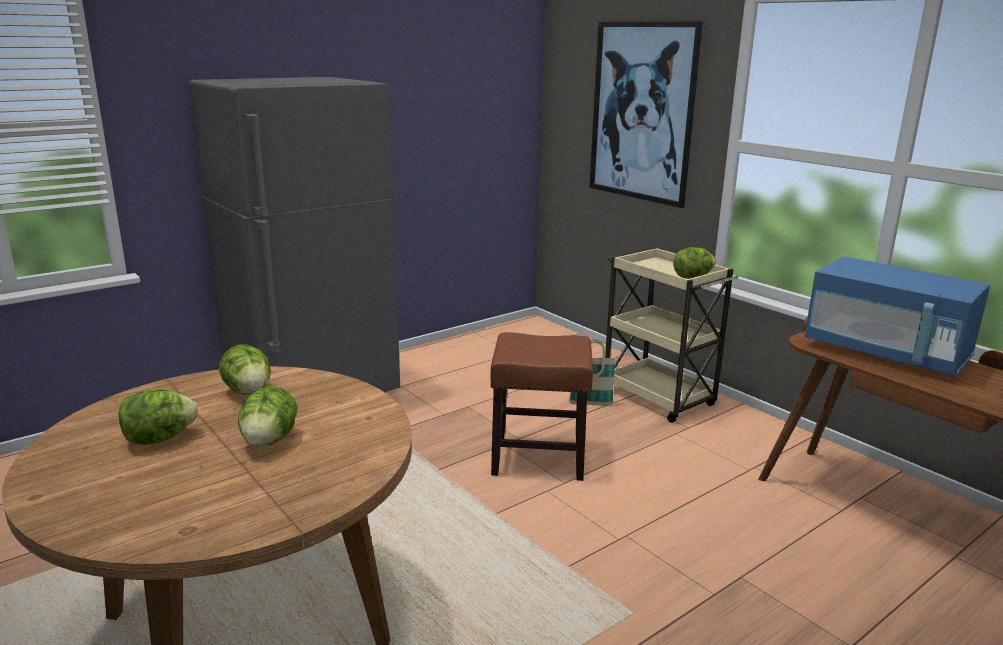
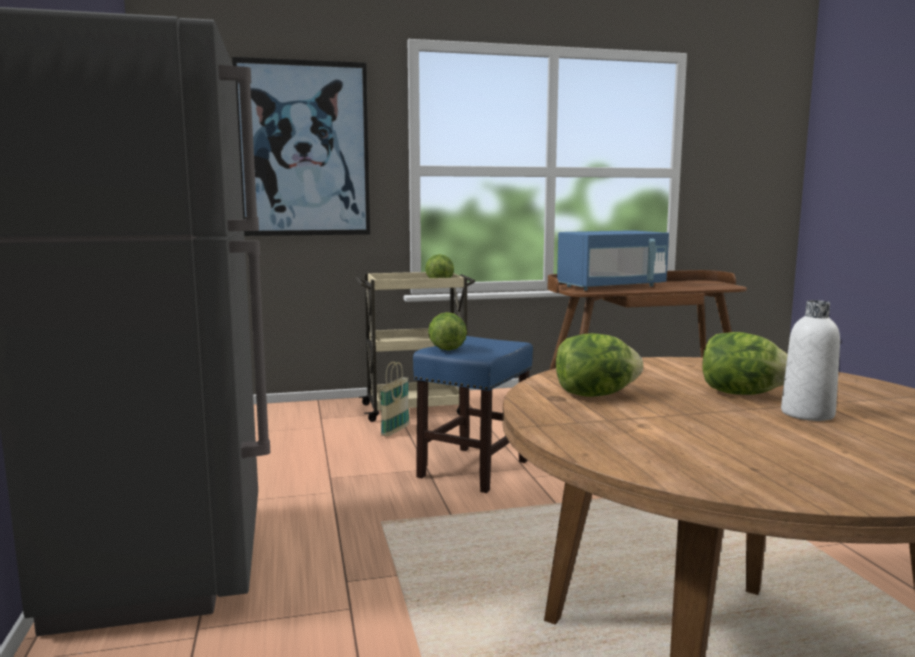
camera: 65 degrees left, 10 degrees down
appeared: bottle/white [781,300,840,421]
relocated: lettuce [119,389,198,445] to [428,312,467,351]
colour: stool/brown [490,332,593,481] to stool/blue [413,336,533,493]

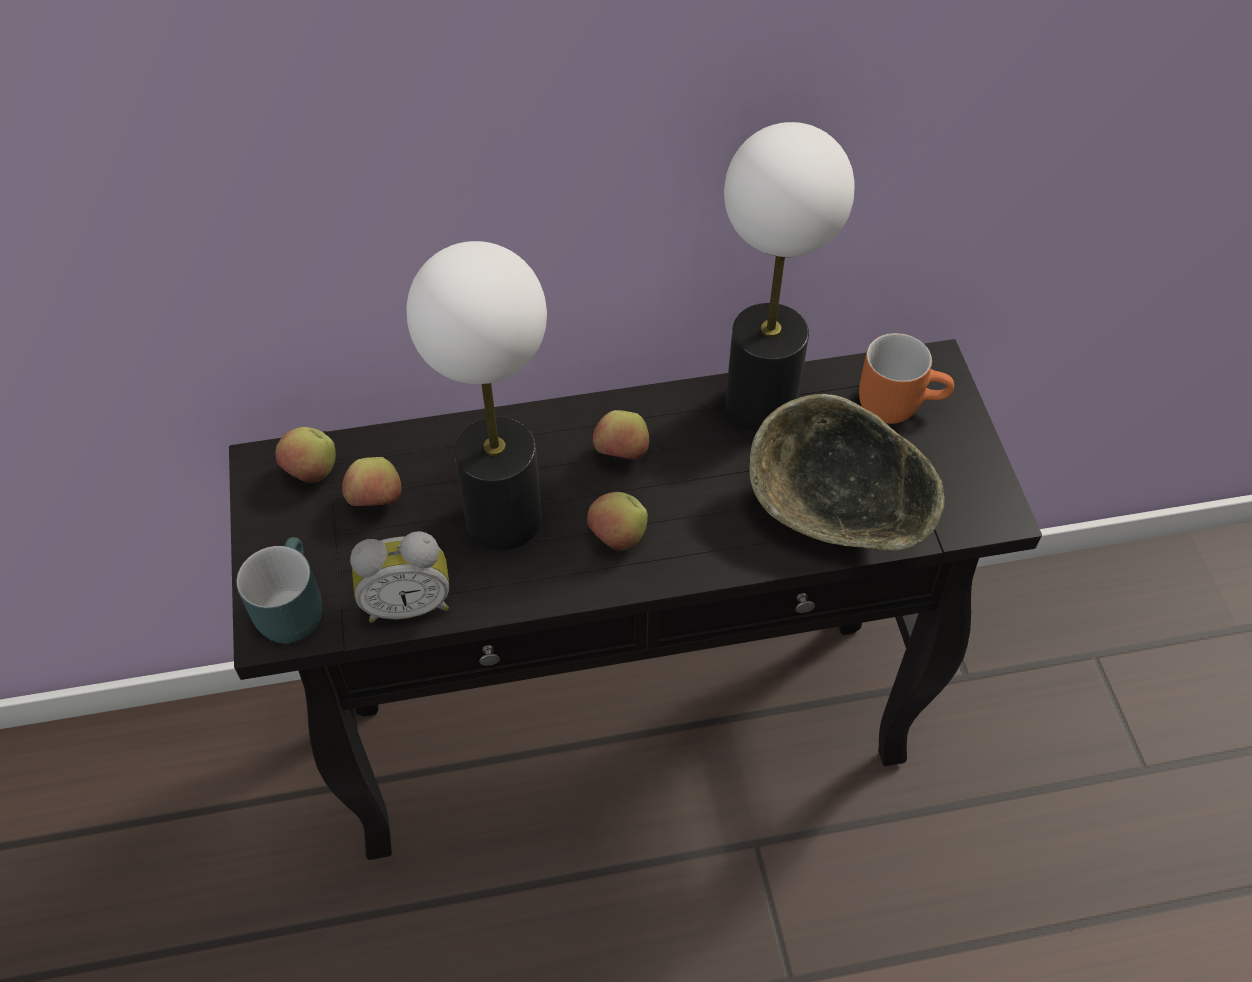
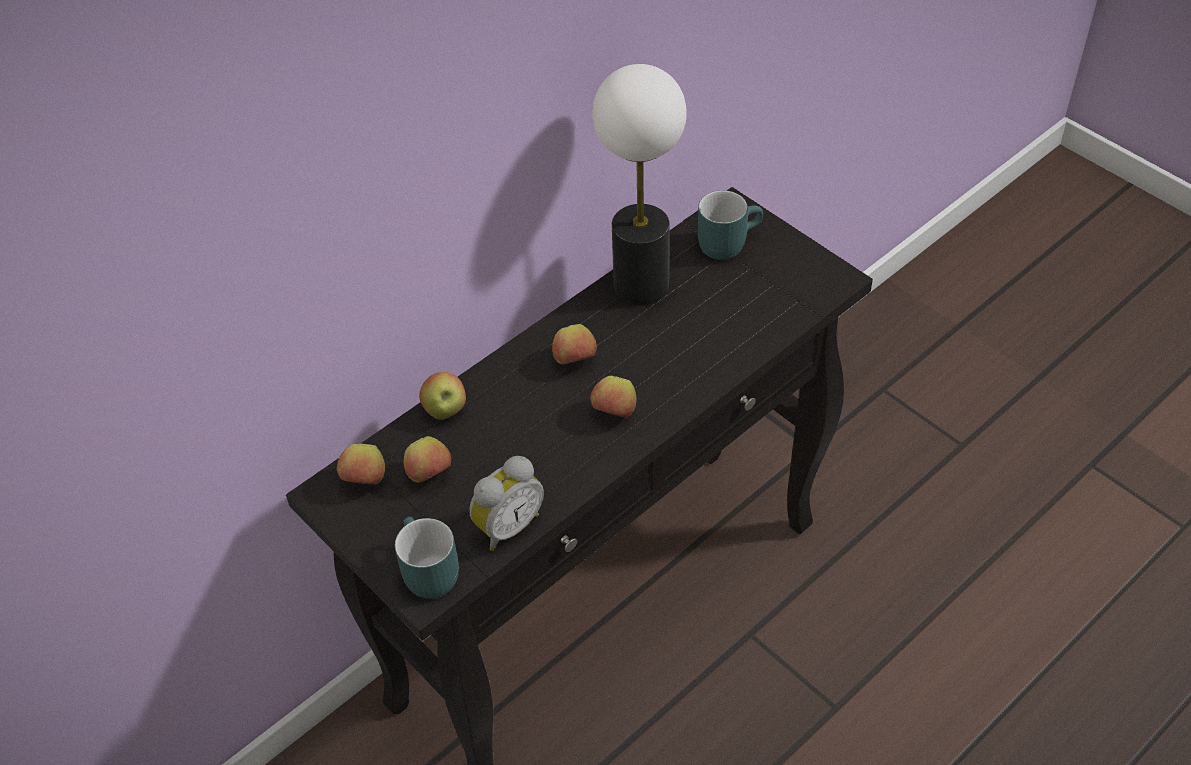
camera: 30 degrees left, 5 degrees down
missing: table lamp [407,241,547,550]; bowl [749,394,945,551]
appeared: apple [419,372,466,420]
colour: mug/orange [859,333,954,424] to mug/turquoise [698,190,763,260]

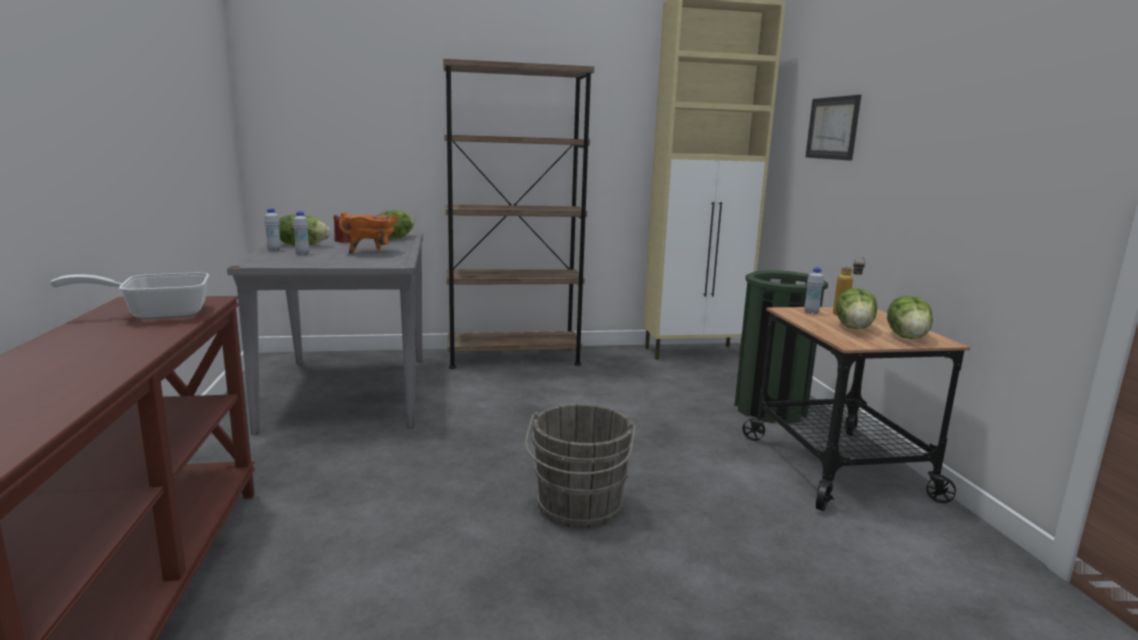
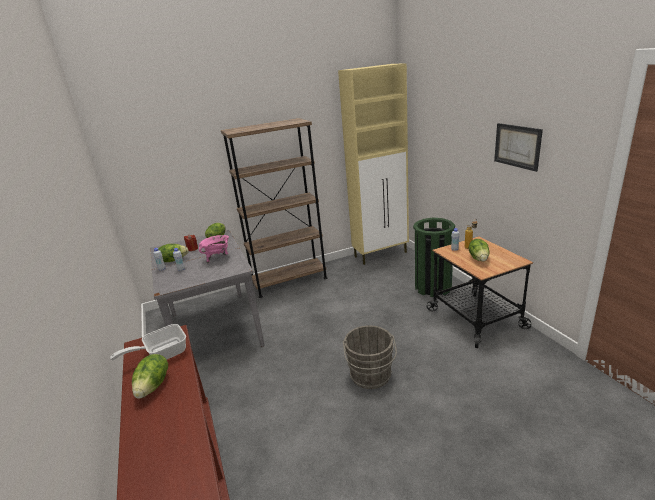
camera: 10 degrees left, 10 degrees up
relocated: lettuce [887,296,933,339] to [132,354,168,399]; picture [805,95,861,161] to [494,123,543,172]
colour: cooking pot/orange [339,212,399,254] to cooking pot/pink [199,235,229,264]

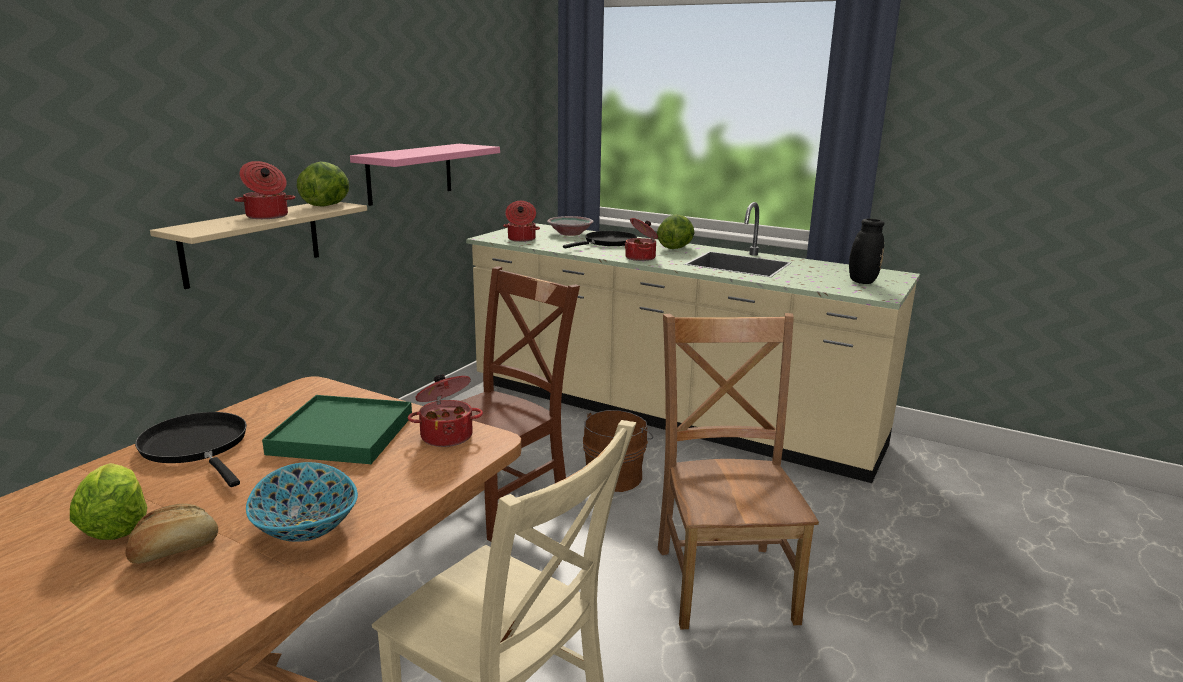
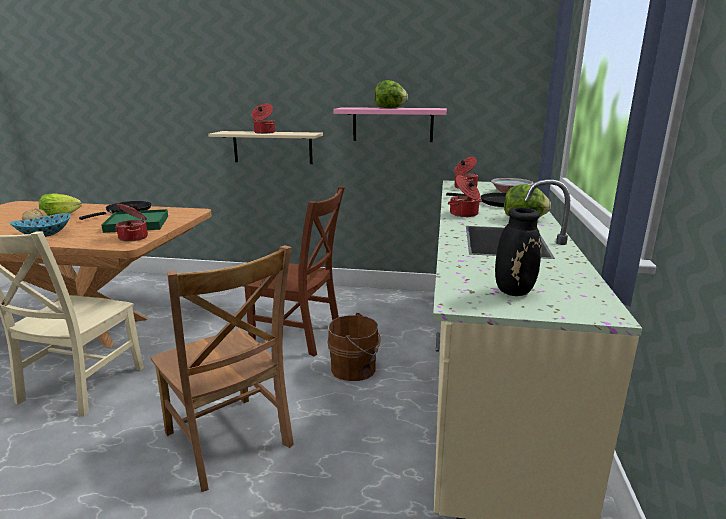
camera: 70 degrees right, 0 degrees up
relocated: lettuce [297,161,349,207] to [375,80,408,108]
spun: chair/brown [658,313,819,629] = [150,245,294,492] 75 degrees clockwise

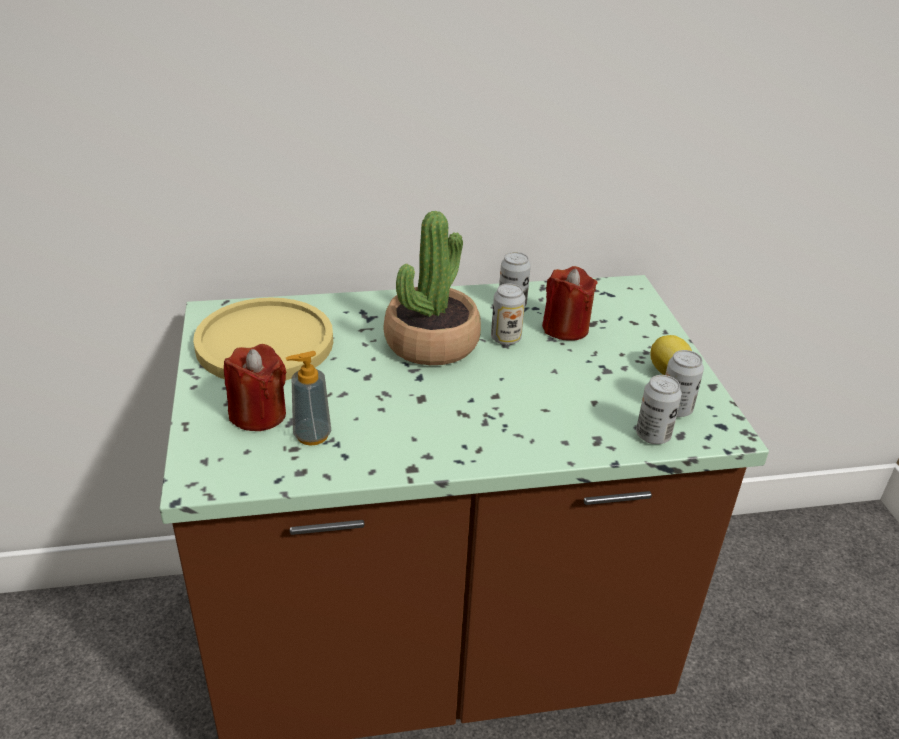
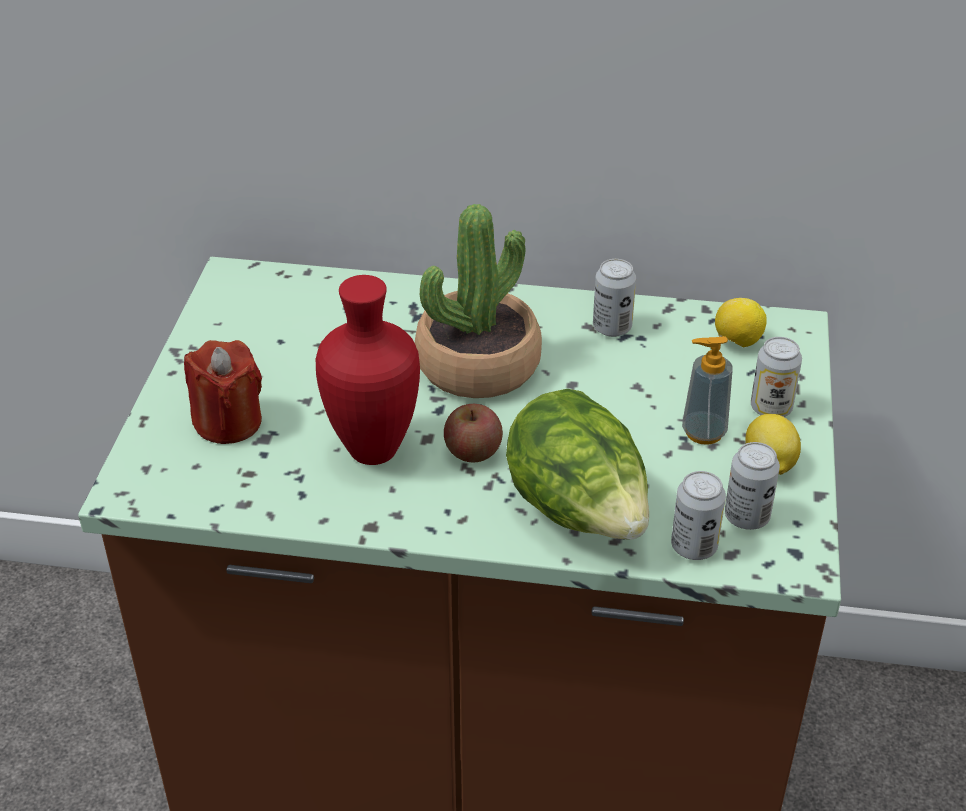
camera: 20 degrees right, 5 degrees up
missing: plate/yellow [193,297,333,380]; candle/red [542,266,598,341]
appeared: vase/red [316,275,420,465]; apple [444,404,503,462]; lettuce [506,389,649,540]; lemon [715,298,767,348]
relocated: soap dispenser [286,351,331,446] to [682,336,733,445]; can [491,283,525,345] to [751,337,802,417]

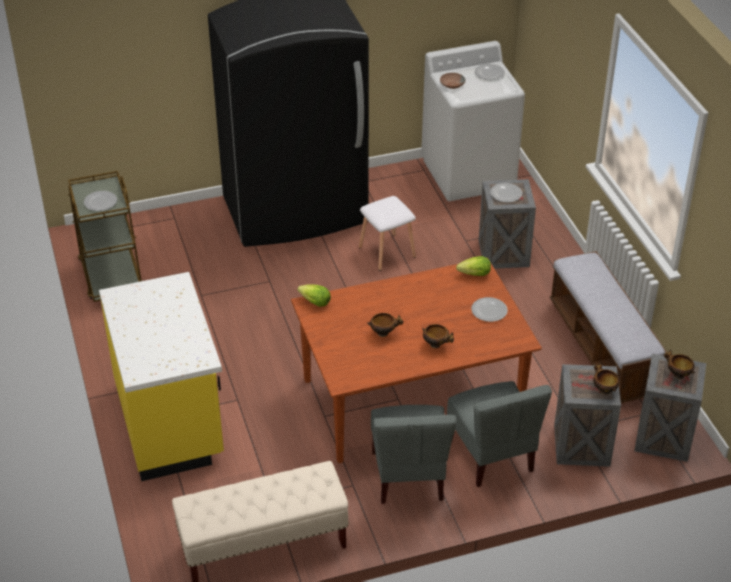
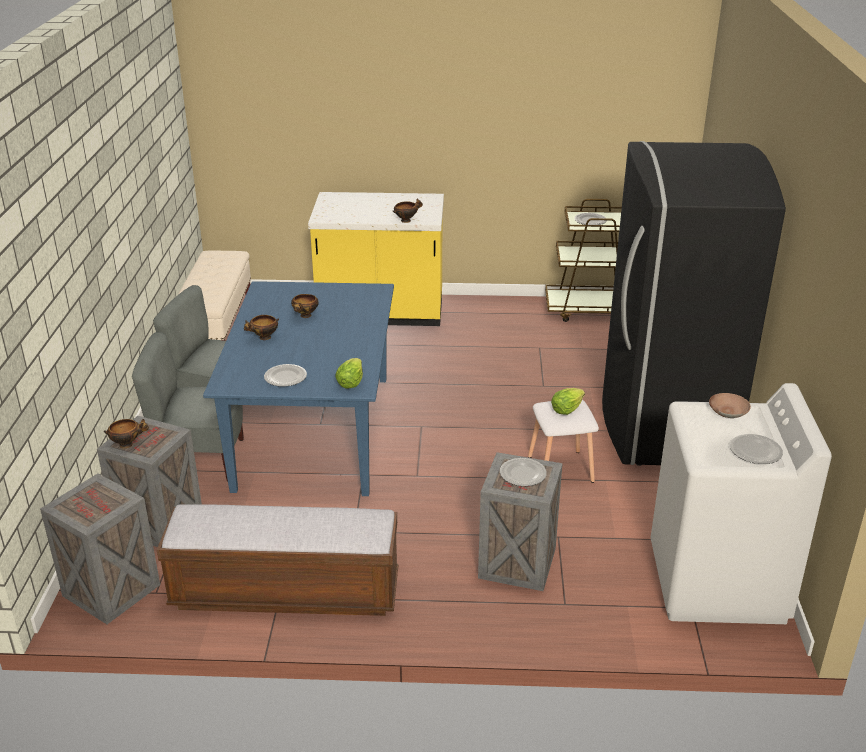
camera: 110 degrees right, 10 degrees down
relocated: bowl [664,350,695,379] to [393,198,423,223]; lettuce [297,284,331,307] to [551,388,585,415]
colour: dining table/brown [291,262,542,463] to dining table/blue [203,281,394,496]

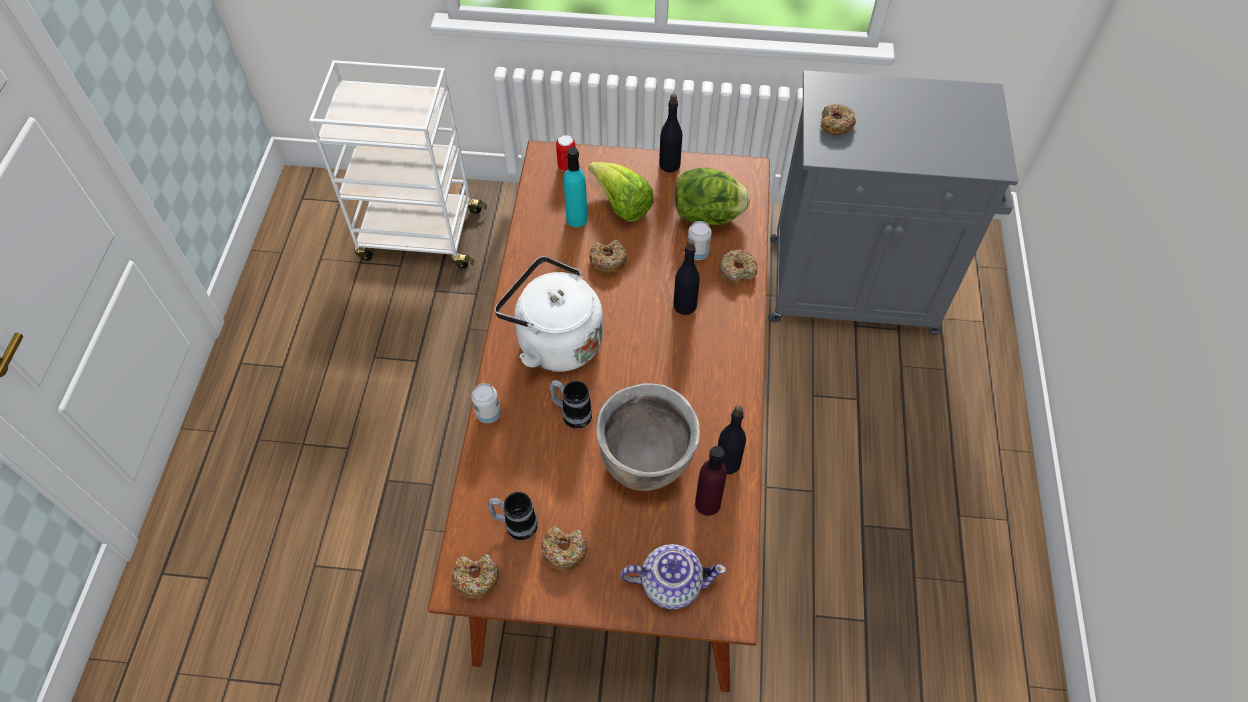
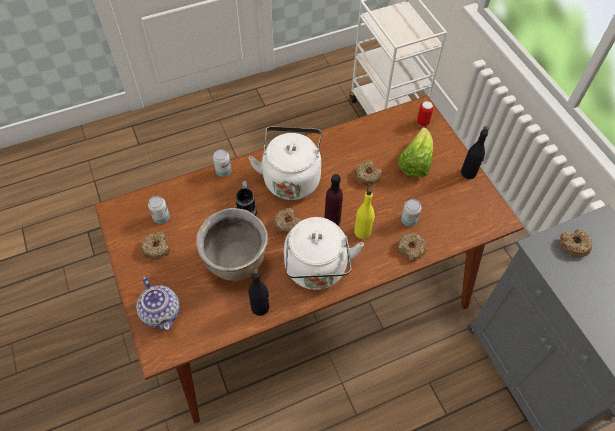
camera: 60 degrees right, 0 degrees up
missing: bottle/turquoise [564,147,588,227]; lettuce [675,167,750,225]
appeared: kettle/white [284,217,364,290]
relocated: donut [452,554,499,599] to [273,208,301,235]; bottle/purple [695,446,727,516] to [325,174,343,225]
exchanged: mug [488,492,538,540] to can [148,196,170,224]
colour: bottle/black [673,239,700,315] to bottle/yellow [354,188,375,239]

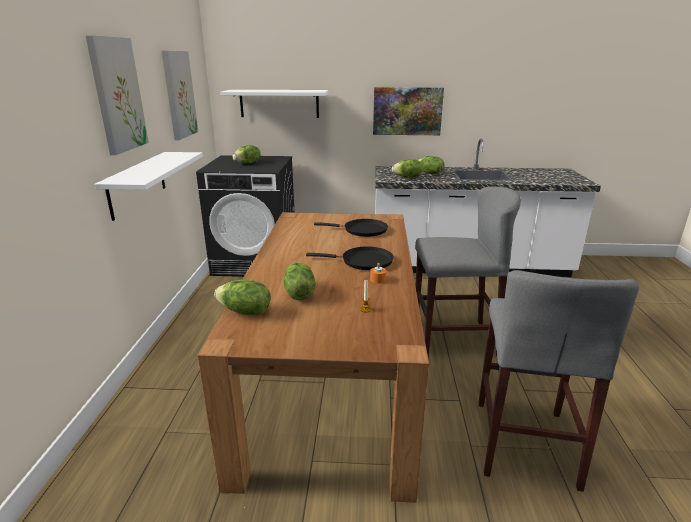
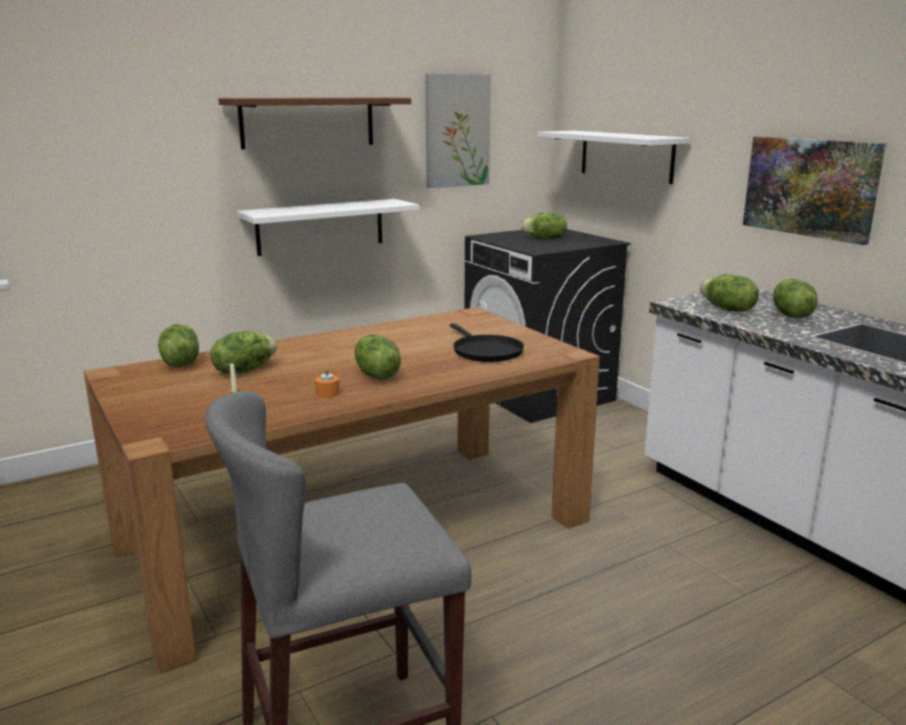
camera: 55 degrees right, 5 degrees down
missing: stool/grey [415,187,521,357]
exchanged: picture [85,35,149,155] to shelf/brown [218,97,411,149]; frying pan/black [306,246,394,270] to lettuce [355,334,401,379]

